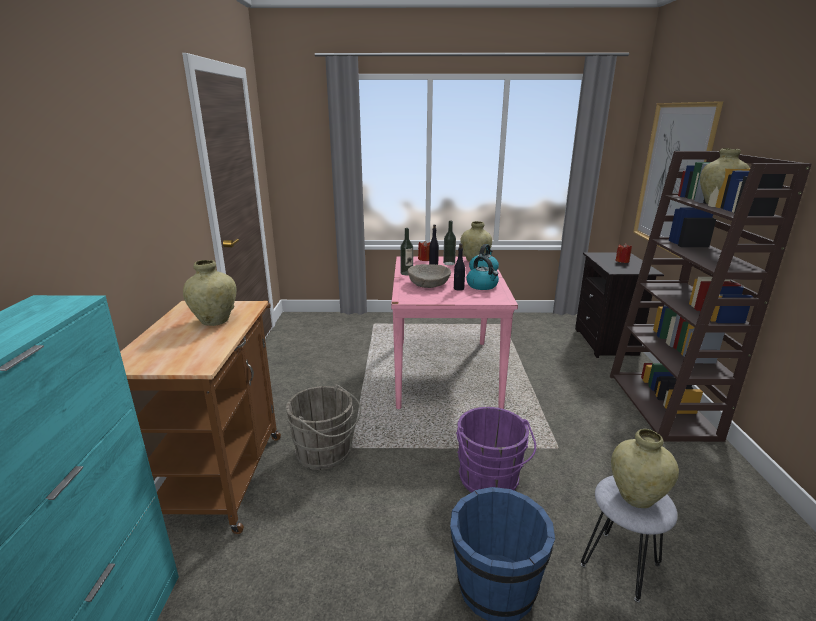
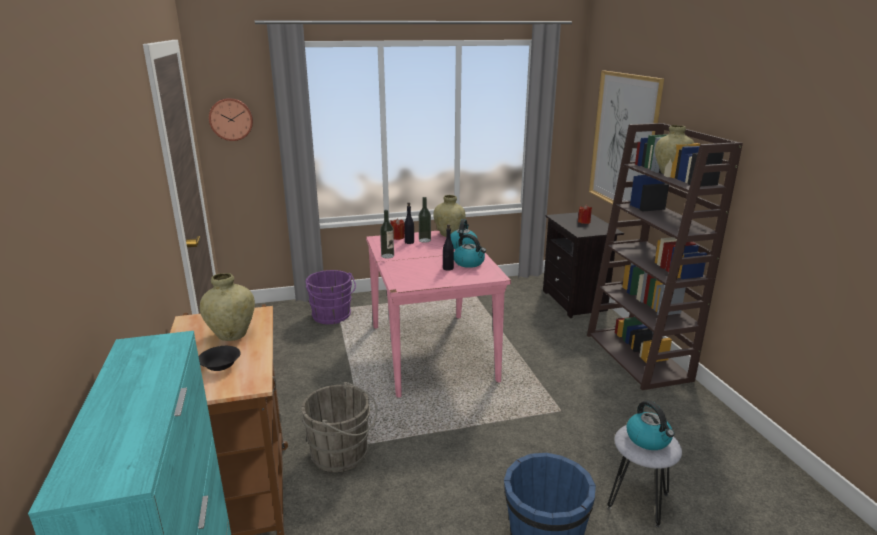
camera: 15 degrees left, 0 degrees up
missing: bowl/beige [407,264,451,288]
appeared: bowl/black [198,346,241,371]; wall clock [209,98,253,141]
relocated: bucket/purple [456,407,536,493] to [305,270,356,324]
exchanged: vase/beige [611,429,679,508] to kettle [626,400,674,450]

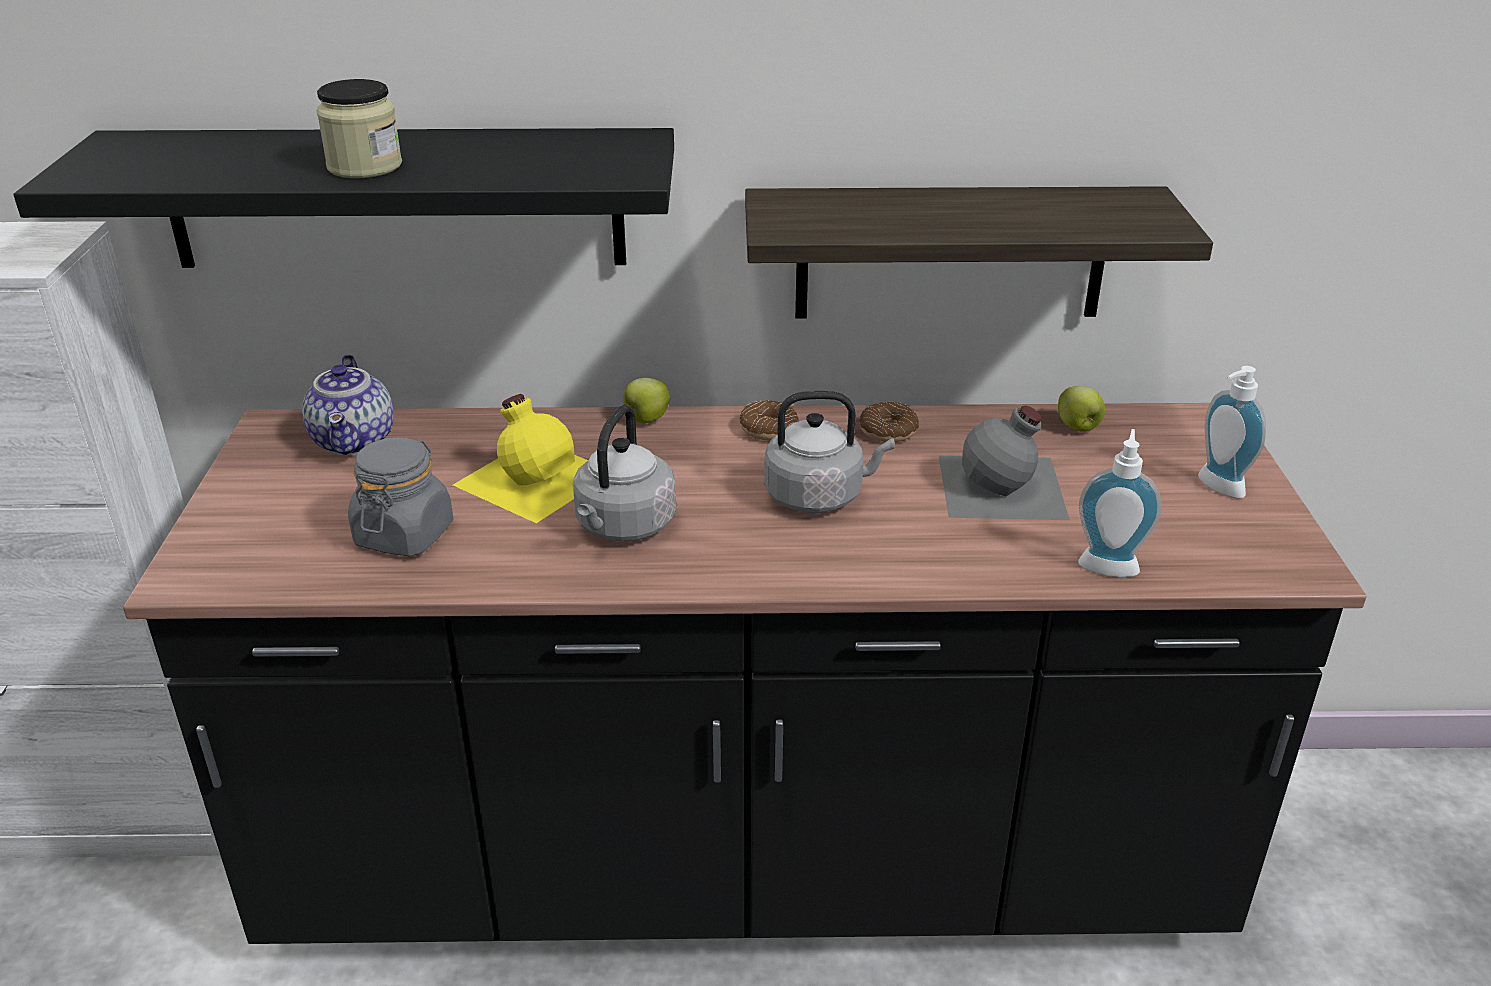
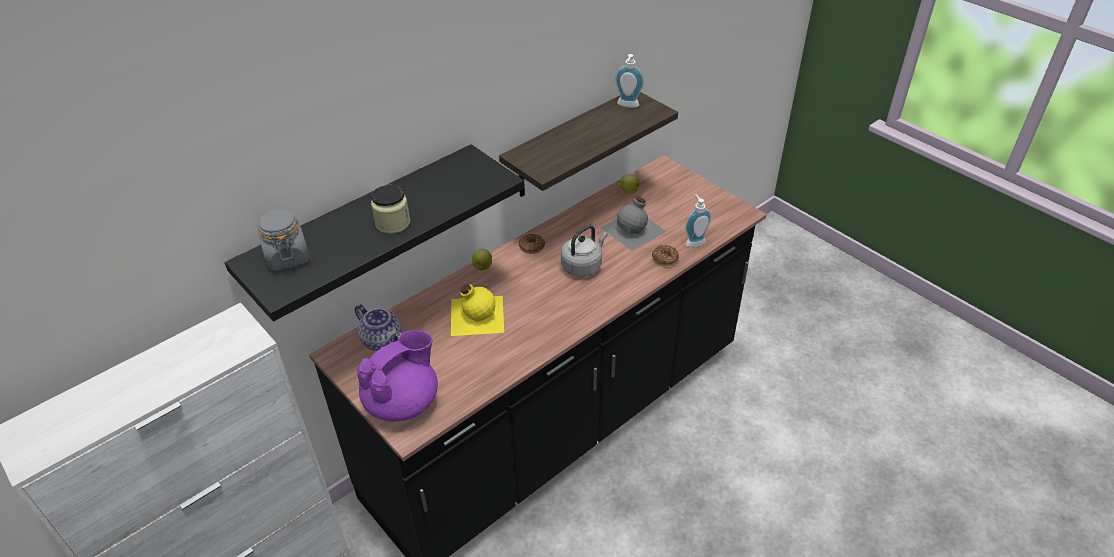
camera: 40 degrees left, 10 degrees up
missing: kettle/grey [573,405,676,542]
appeared: teapot/purple [357,330,438,422]
relocated: jar/grey [348,437,453,557] to [258,209,310,271]; soap dispenser [1198,366,1266,499] to [615,54,644,108]; donut [859,402,919,442] to [652,245,679,266]

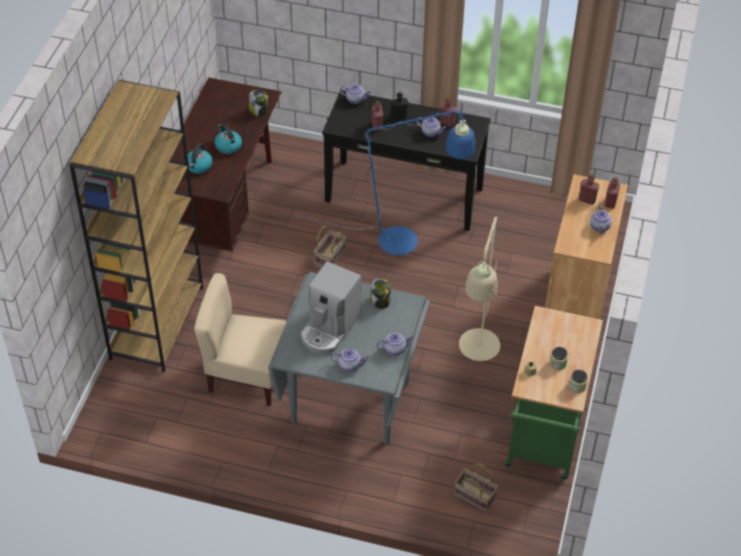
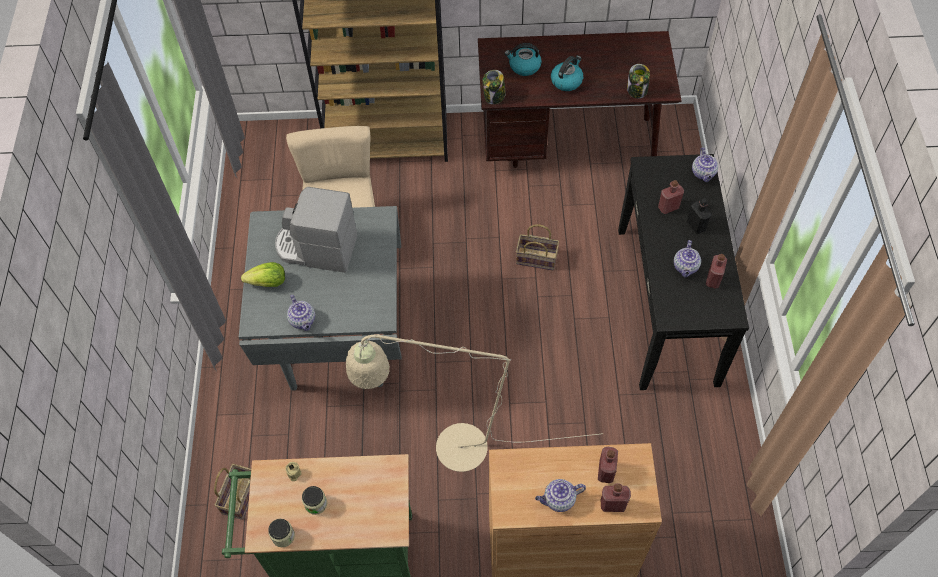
camera: 75 degrees right, 10 degrees up
missing: floor lamp/blue [299,109,475,255]
relocated: jar [370,278,391,309] to [483,70,506,104]
exchanged: teapot [331,349,368,372] to lettuce [241,262,285,287]

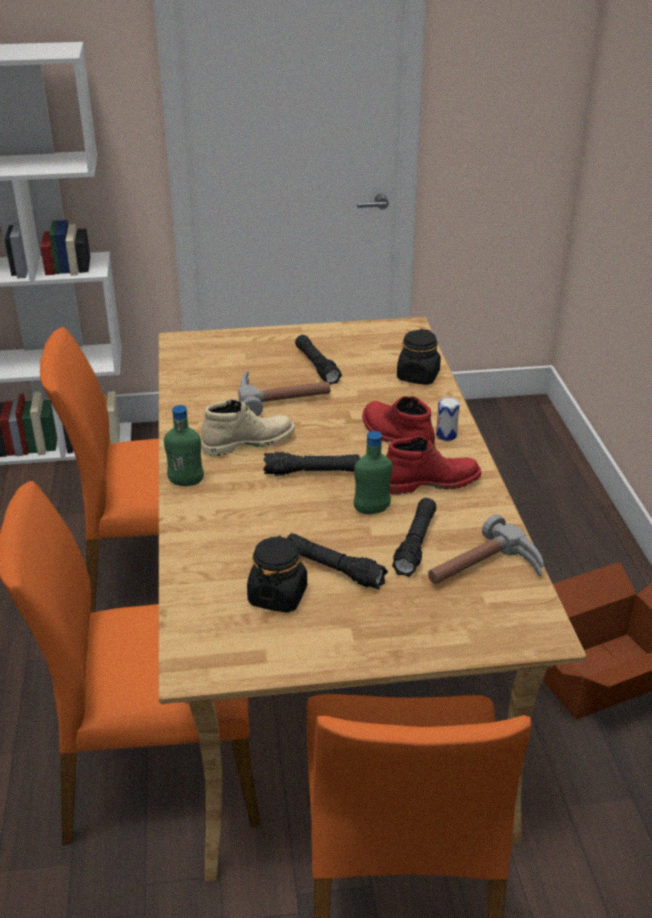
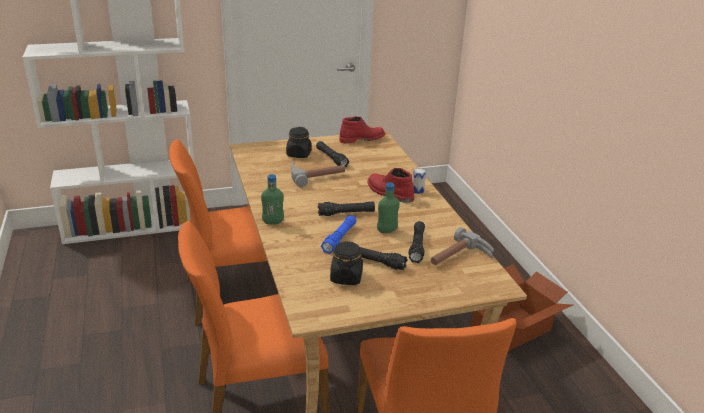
camera: 10 degrees left, 5 degrees down
missing: boot/beige [201,399,295,456]
appeared: flashlight/blue [321,215,356,254]
relocated: jar/black [397,329,441,385] to [286,127,311,158]; boot/red [386,436,481,495] to [339,116,385,144]

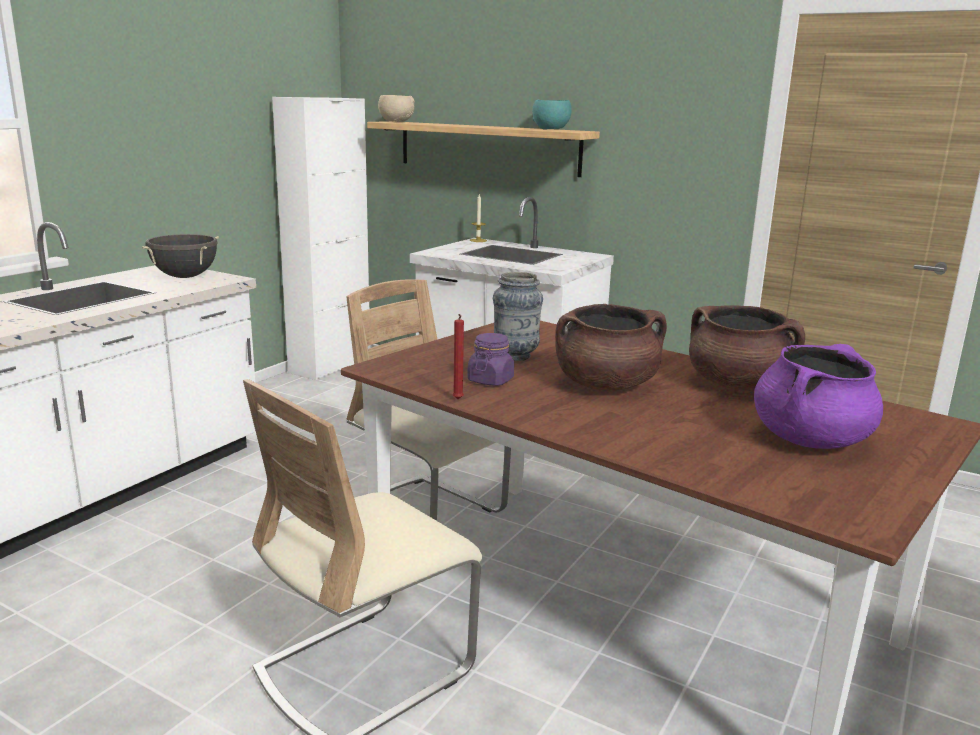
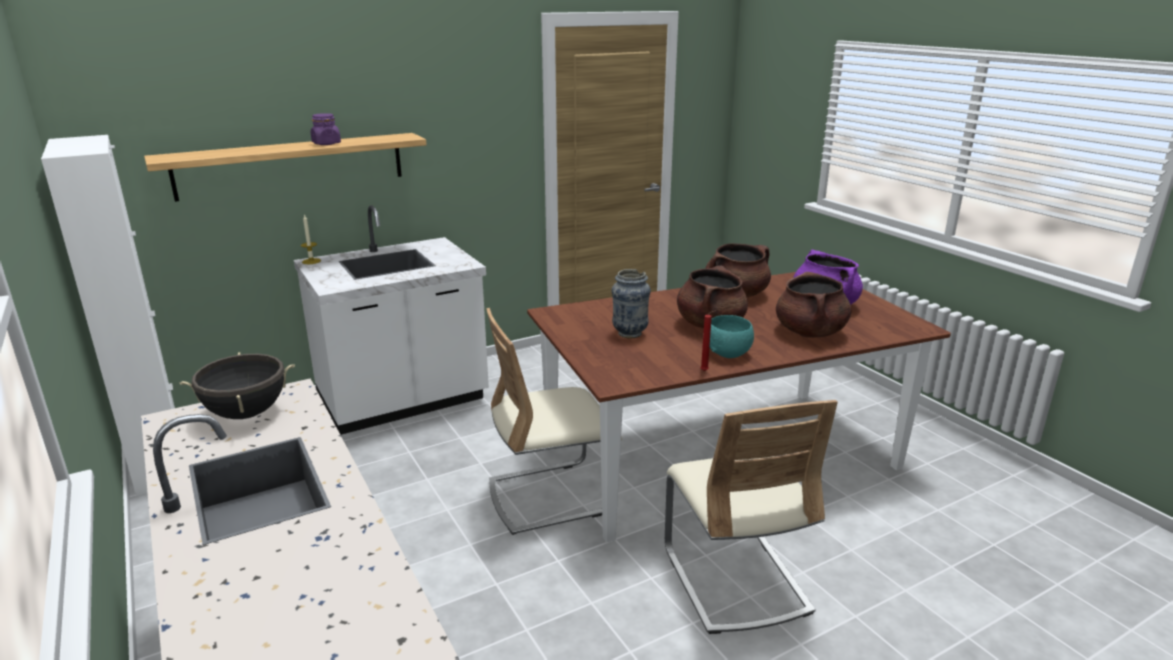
camera: 60 degrees left, 5 degrees up
missing: bowl/beige [378,95,415,122]
appeared: cooking pot/brown [776,272,851,338]
relocated: jar/purple [467,333,514,386] to [311,113,341,145]; bowl/turquoise [532,100,571,129] to [710,315,754,358]

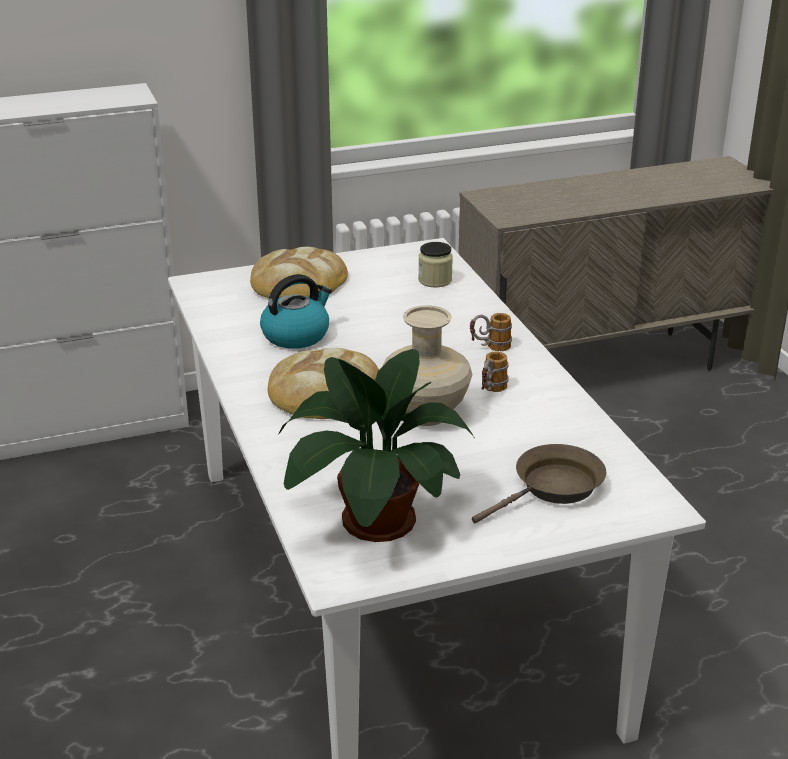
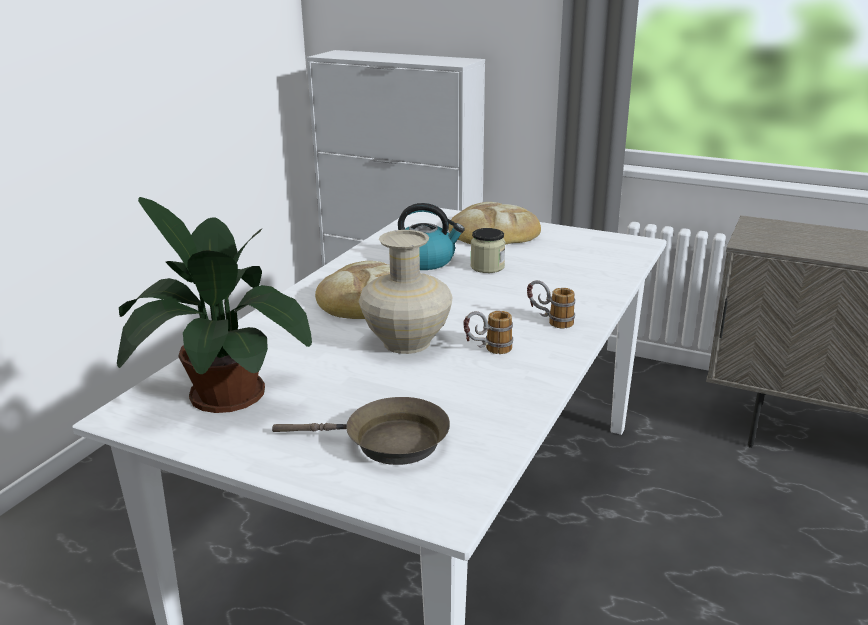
camera: 45 degrees right, 5 degrees down
relocated: jar [418,242,453,287] to [471,228,505,273]

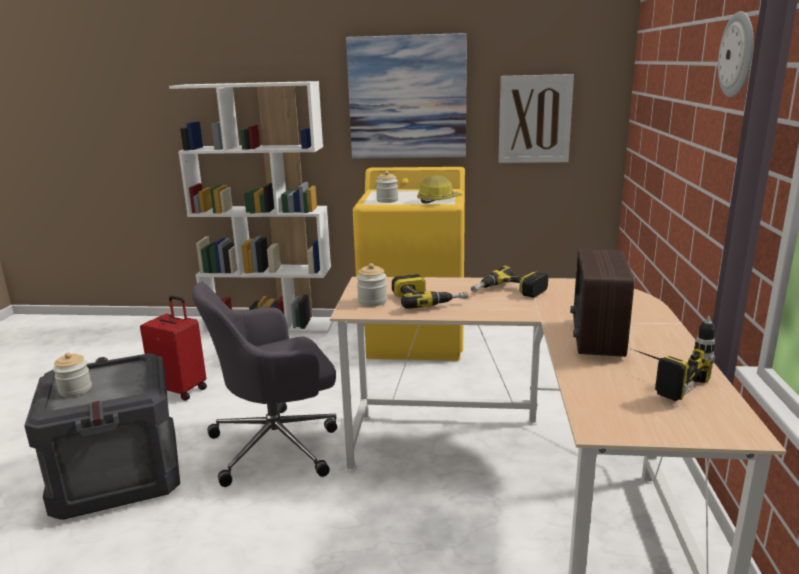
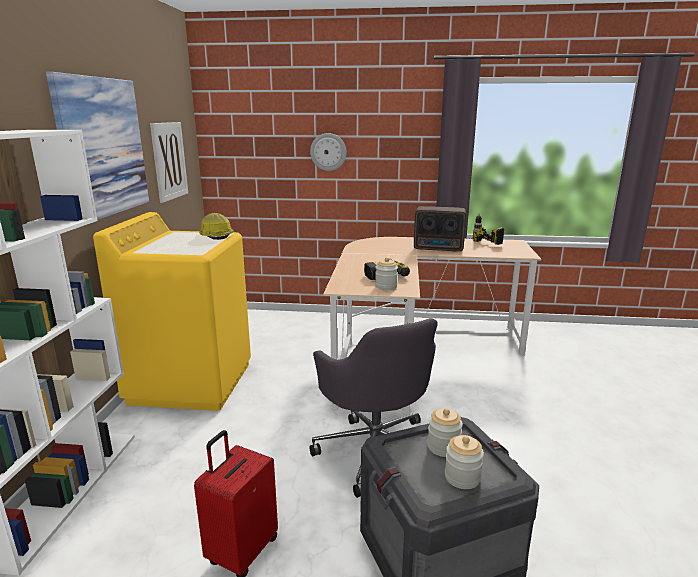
camera: 90 degrees left, 0 degrees up
missing: power drill [471,266,548,298]
relocated: wall clock [718,11,754,97] to [310,133,347,171]; jar [376,171,398,203] to [427,408,463,457]

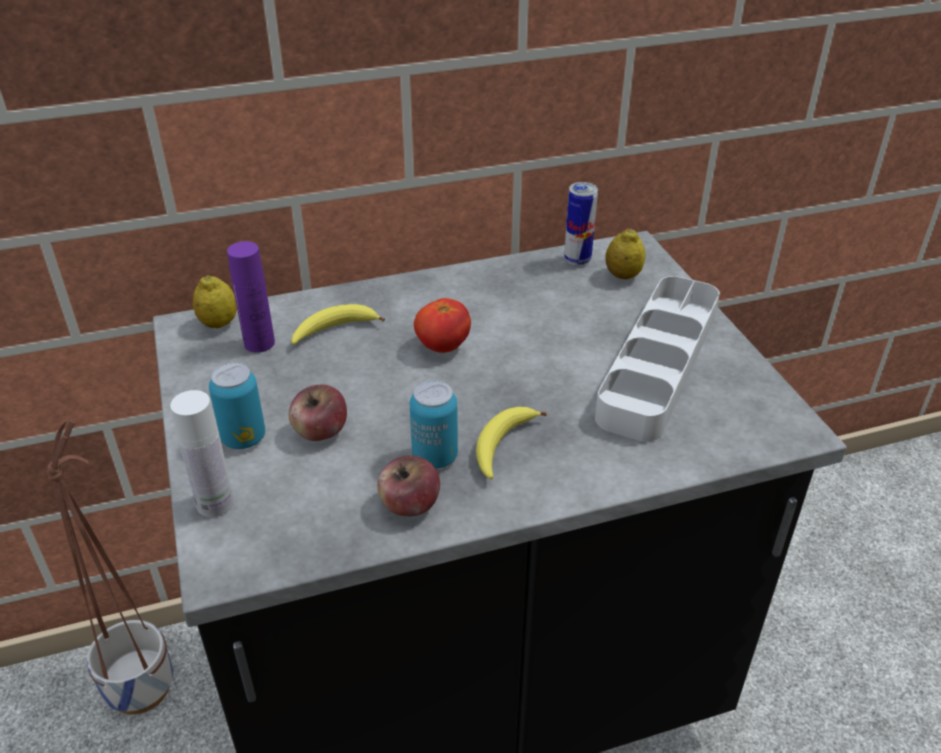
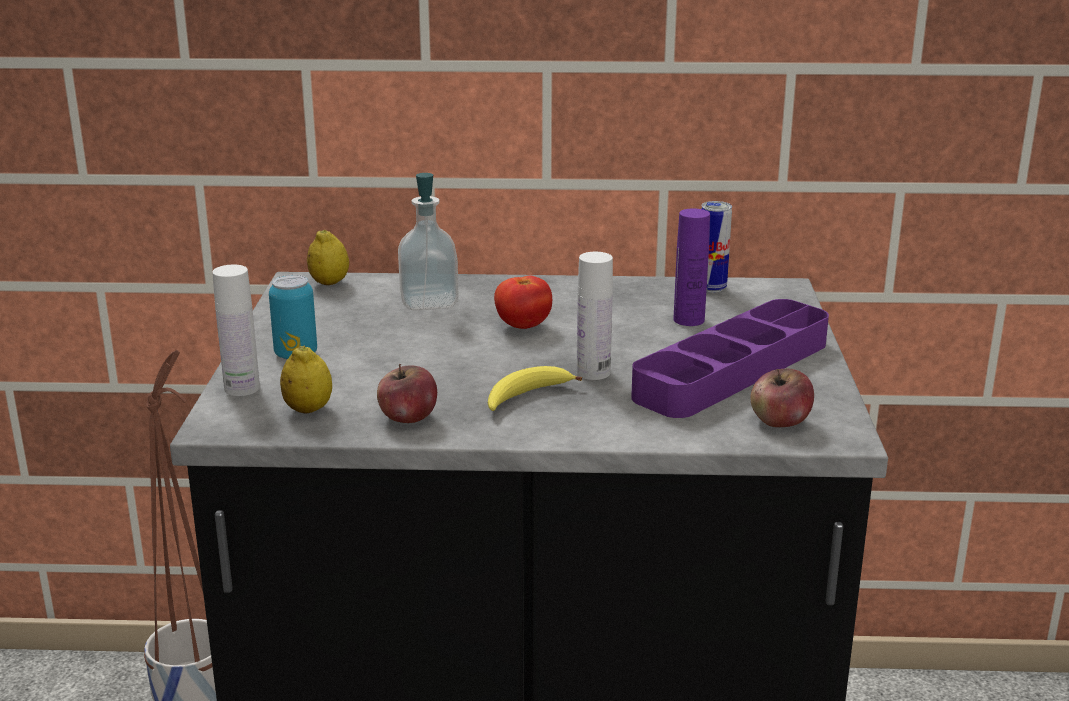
camera: 20 degrees right, 15 degrees down
missing: can [410,381,458,469]
appeared: bottle/white [577,252,613,380]
relocated: lemon [605,229,645,279] to [280,345,332,413]; bottle/purple [227,241,275,353] to [674,208,710,326]; apple [289,385,347,441] to [750,369,814,427]
exchanged: banana [291,304,385,345] to soap dispenser [398,173,459,310]
colour: tray/grey [595,276,720,442] to tray/purple [631,299,829,418]

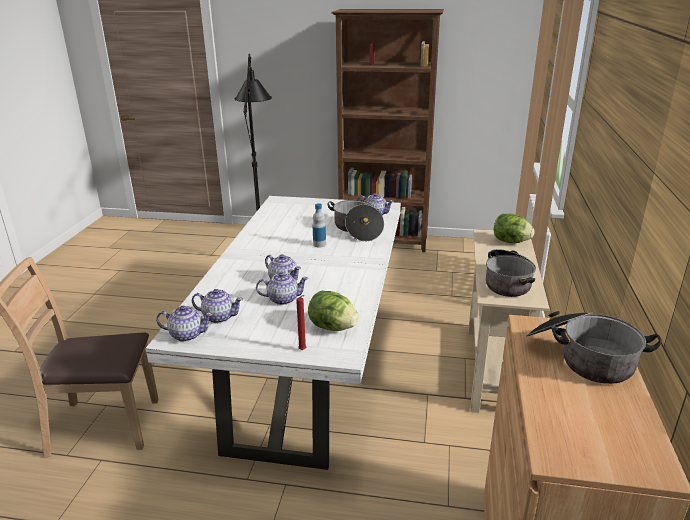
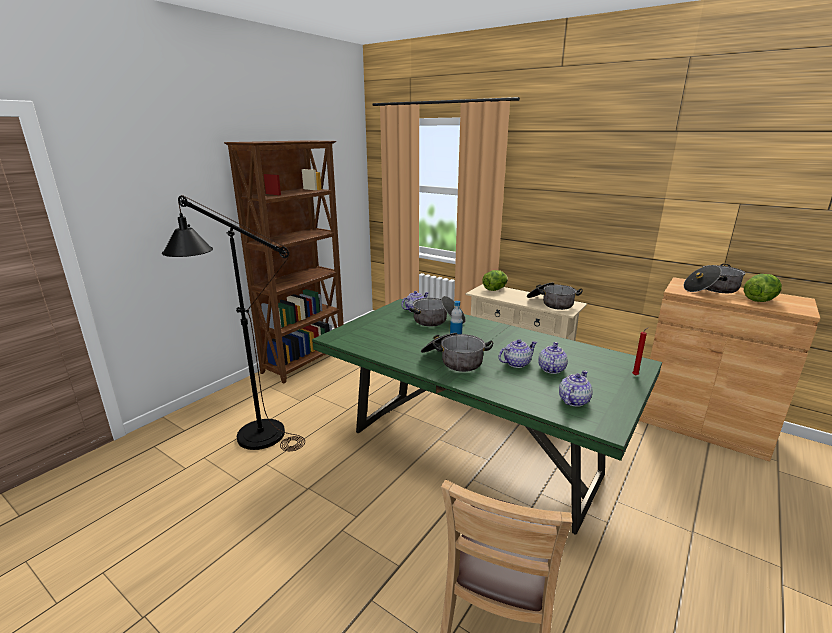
camera: 65 degrees left, 5 degrees down
missing: teapot [156,306,213,342]
appeared: cooking pot [421,333,493,372]
relocated: lettuce [308,291,359,331] to [744,274,782,302]
colour: dining table/white [145,196,401,470] to dining table/green [312,299,662,535]

